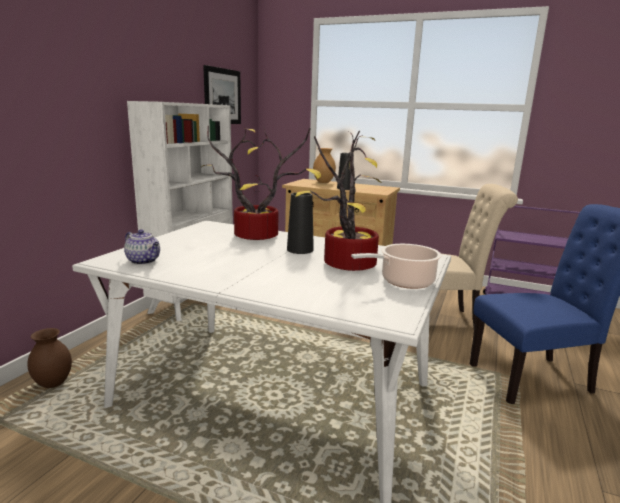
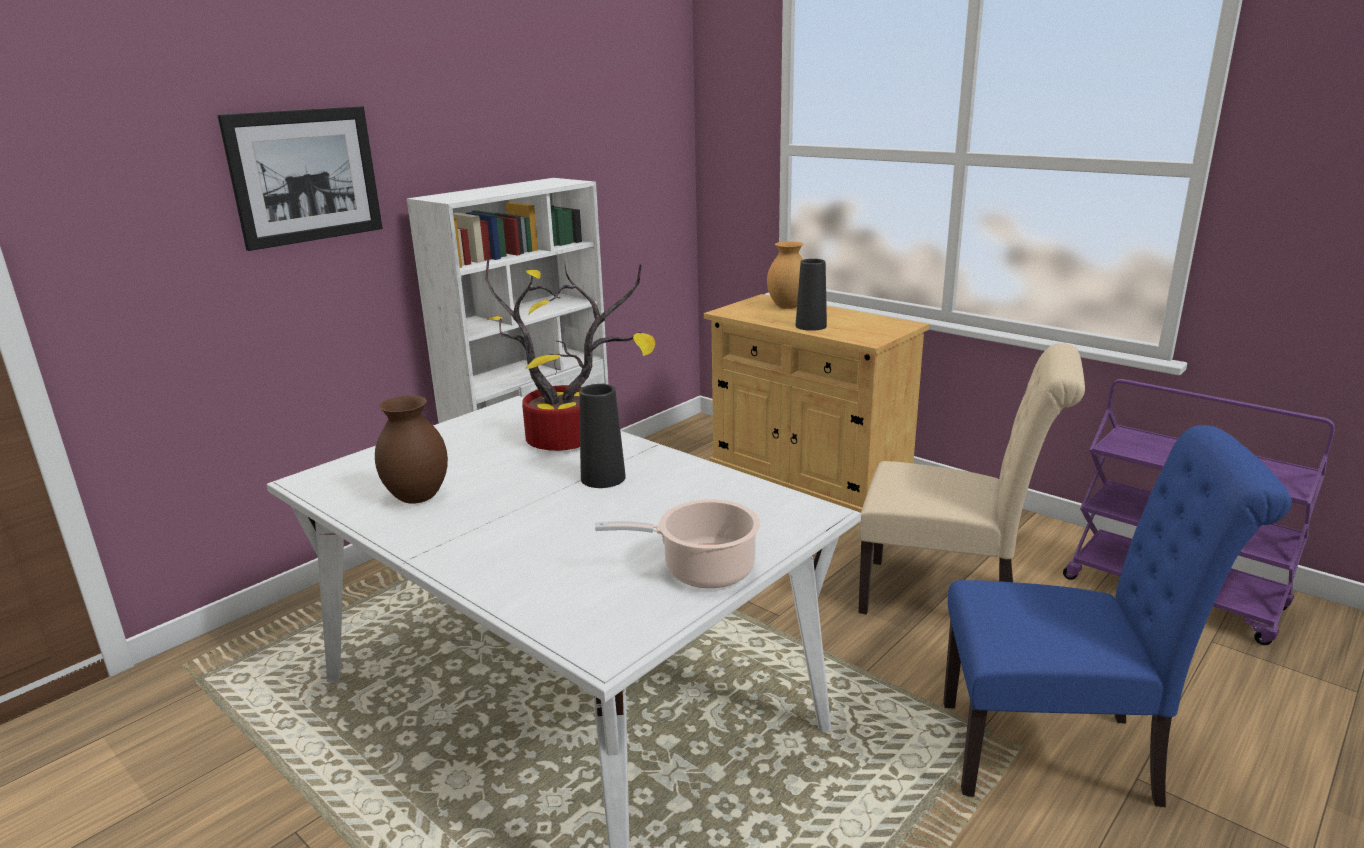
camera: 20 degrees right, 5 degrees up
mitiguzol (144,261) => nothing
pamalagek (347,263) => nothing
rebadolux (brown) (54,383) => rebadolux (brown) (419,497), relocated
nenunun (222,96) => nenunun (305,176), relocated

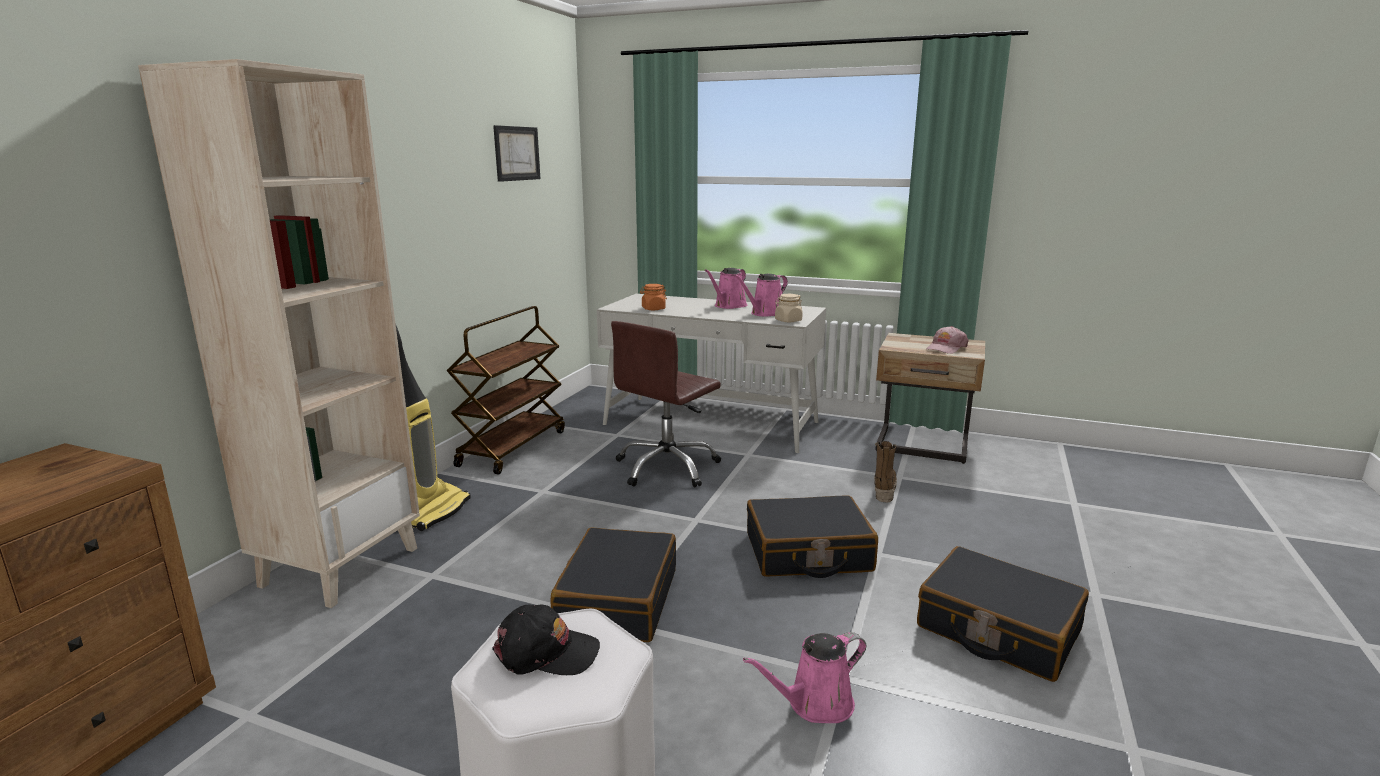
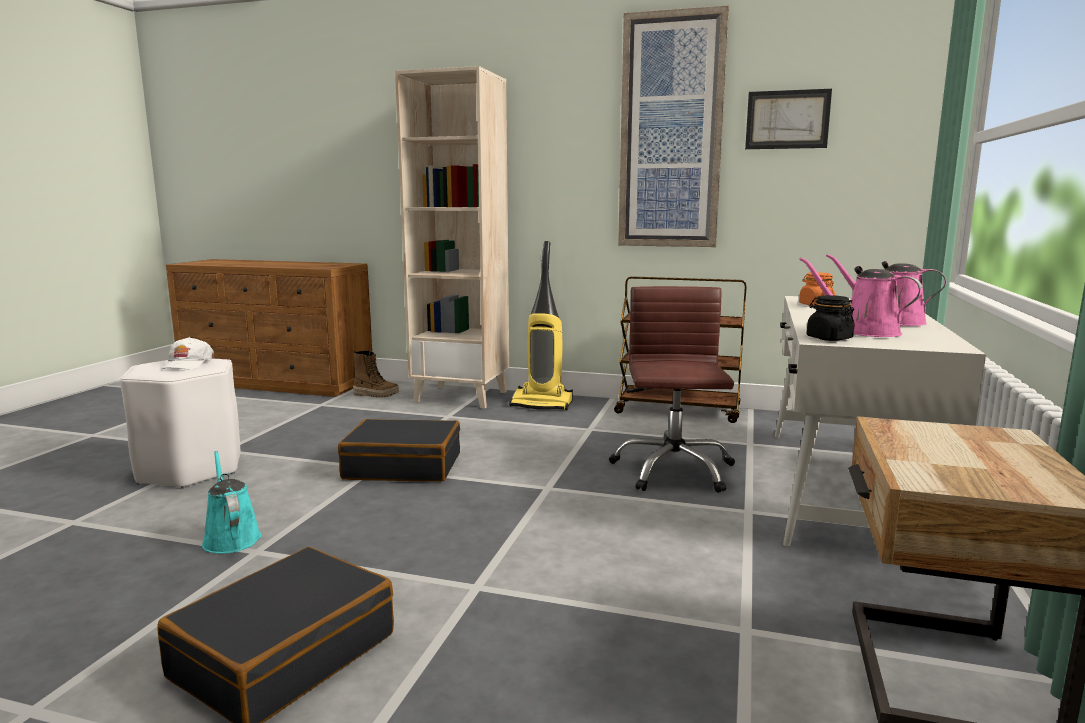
camera: 85 degrees right, 5 degrees down
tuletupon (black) (808,553) => nothing
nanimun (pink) (946,348) => nothing
nothing => nenunun (671,132)
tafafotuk (883,489) => tafafotuk (376,395), relocated
nanimun (black) (546,652) => nanimun (white) (187,364)
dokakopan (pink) (815,704) => dokakopan (turquoise) (231,538)
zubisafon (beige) (788,321) => zubisafon (black) (828,338)
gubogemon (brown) (667,468) => gubogemon (brown) (672,470), 60 degrees clockwise

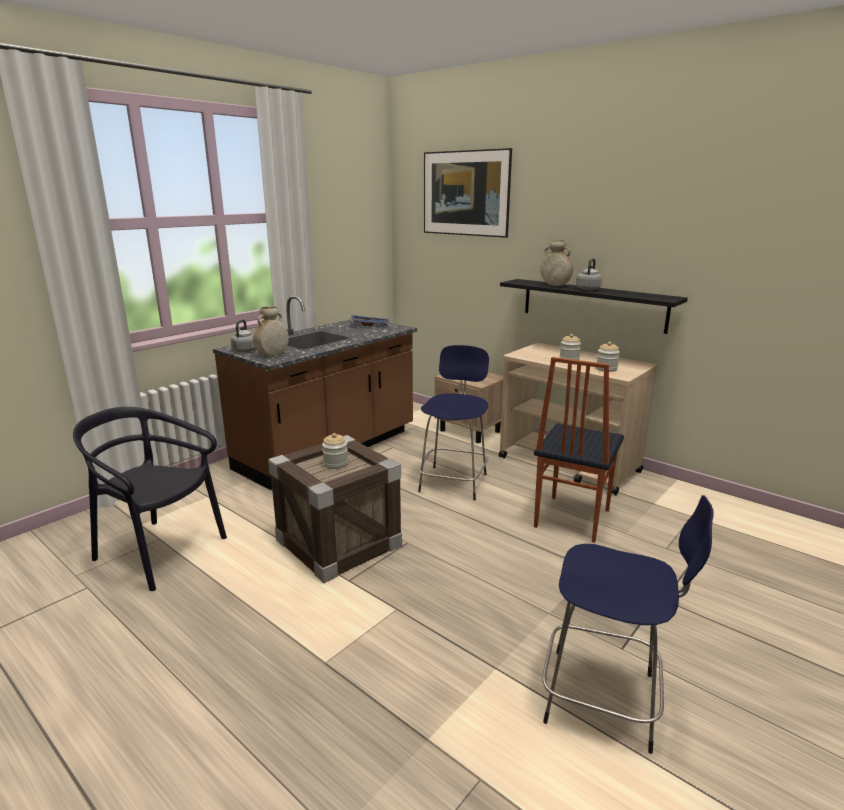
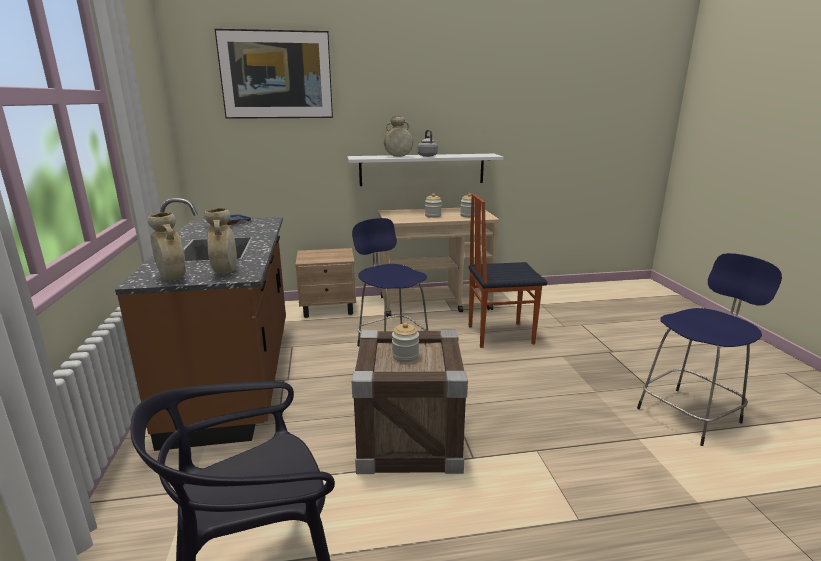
camera: 50 degrees left, 0 degrees up
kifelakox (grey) (244,351) => rebadolux (beige) (173,279)
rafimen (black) (592,304) => rafimen (white) (422,169)
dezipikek (570,518) => dezipikek (499,334), 105 degrees clockwise

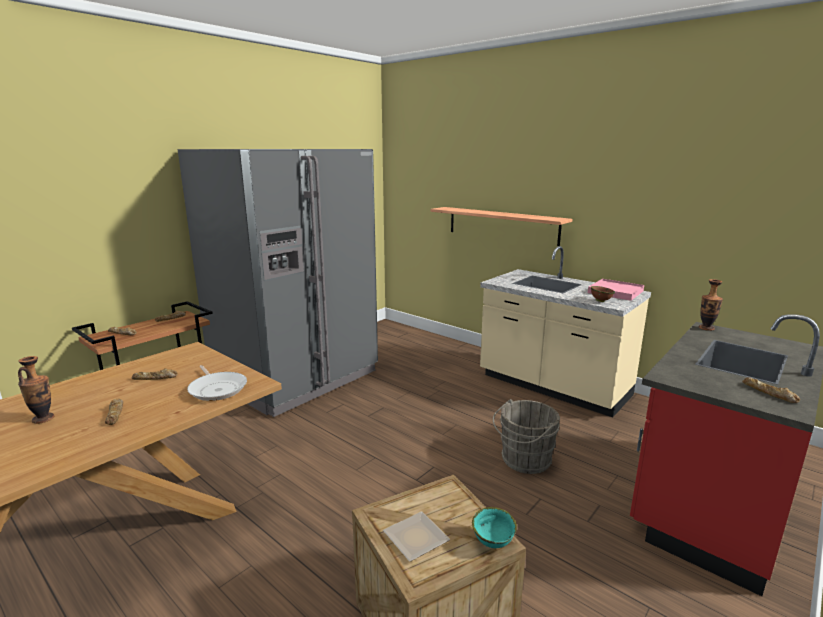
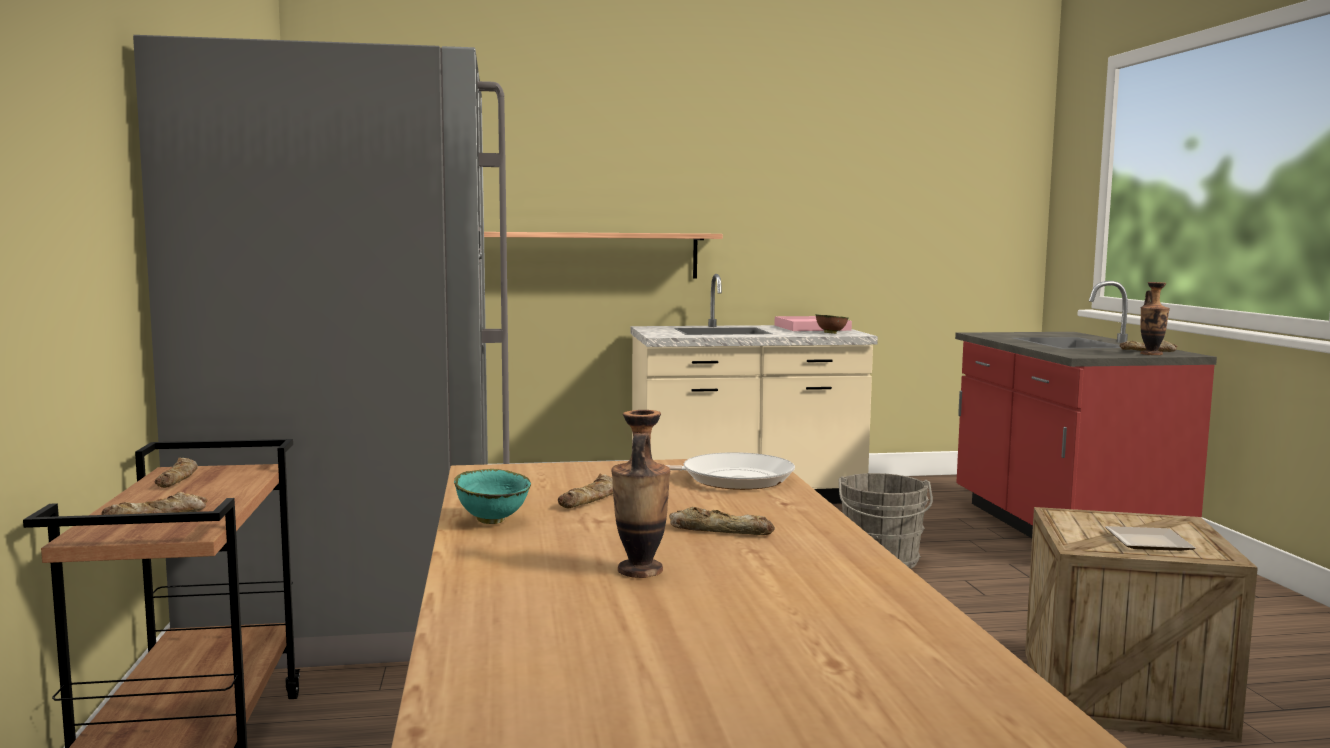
camera: 50 degrees left, 10 degrees down
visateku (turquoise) (493,542) => visateku (turquoise) (493,520), relocated
rebadolux (706,328) => rebadolux (1151,354), relocated

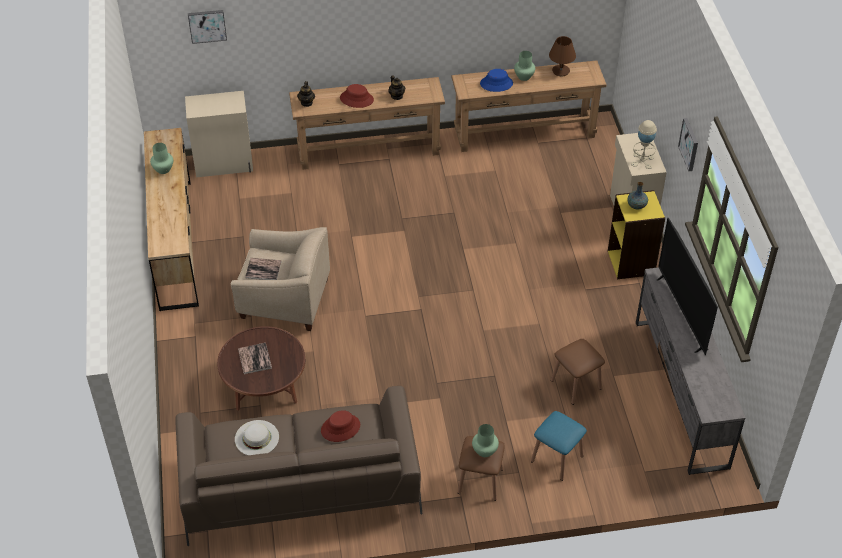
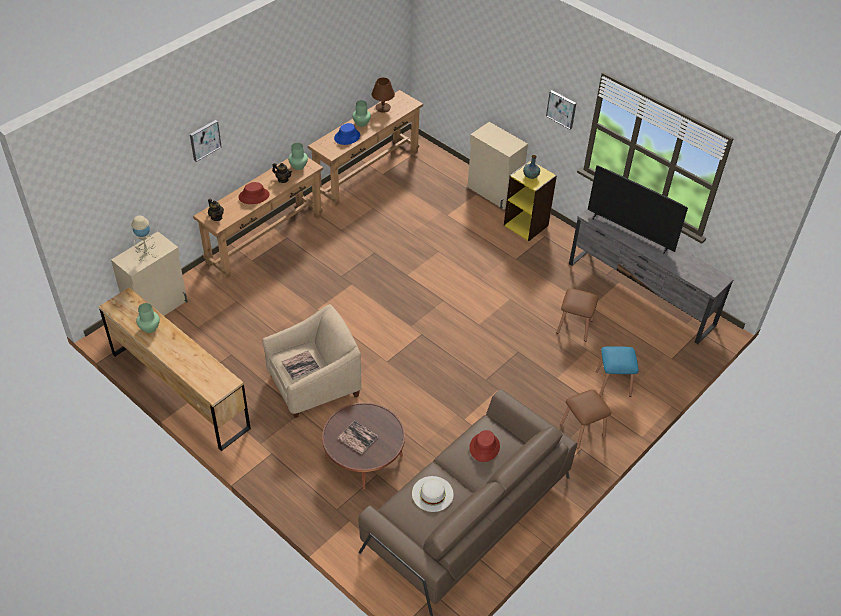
camera: 40 degrees left, 0 degrees up
nenunun (207,25) => nenunun (204,140), relocated
rebadolux (green) (484,450) => rebadolux (green) (298,166), relocated
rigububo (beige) (642,160) => rigububo (beige) (146,252), relocated

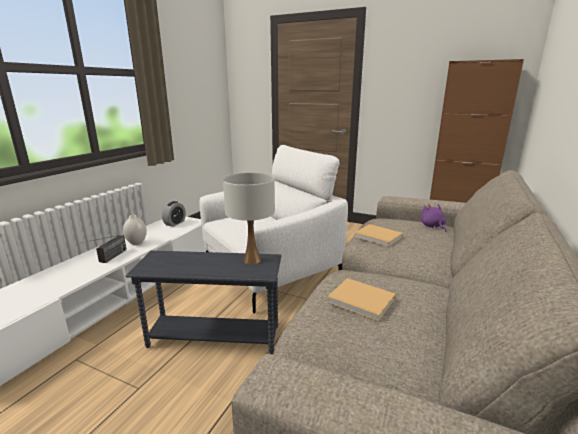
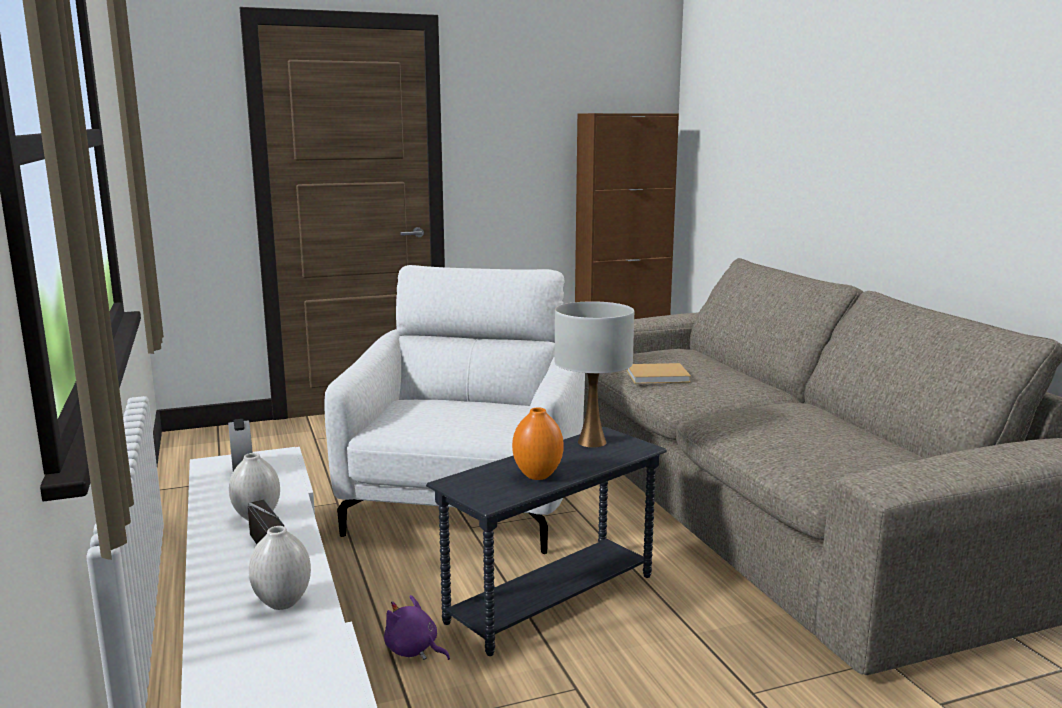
camera: 45 degrees left, 5 degrees down
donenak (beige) (363,301) => nothing
nothing => rebadolux (white) (283,603)
nothing => rebadolux (orange) (537,475)
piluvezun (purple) (432,226) => piluvezun (purple) (414,650), relocated

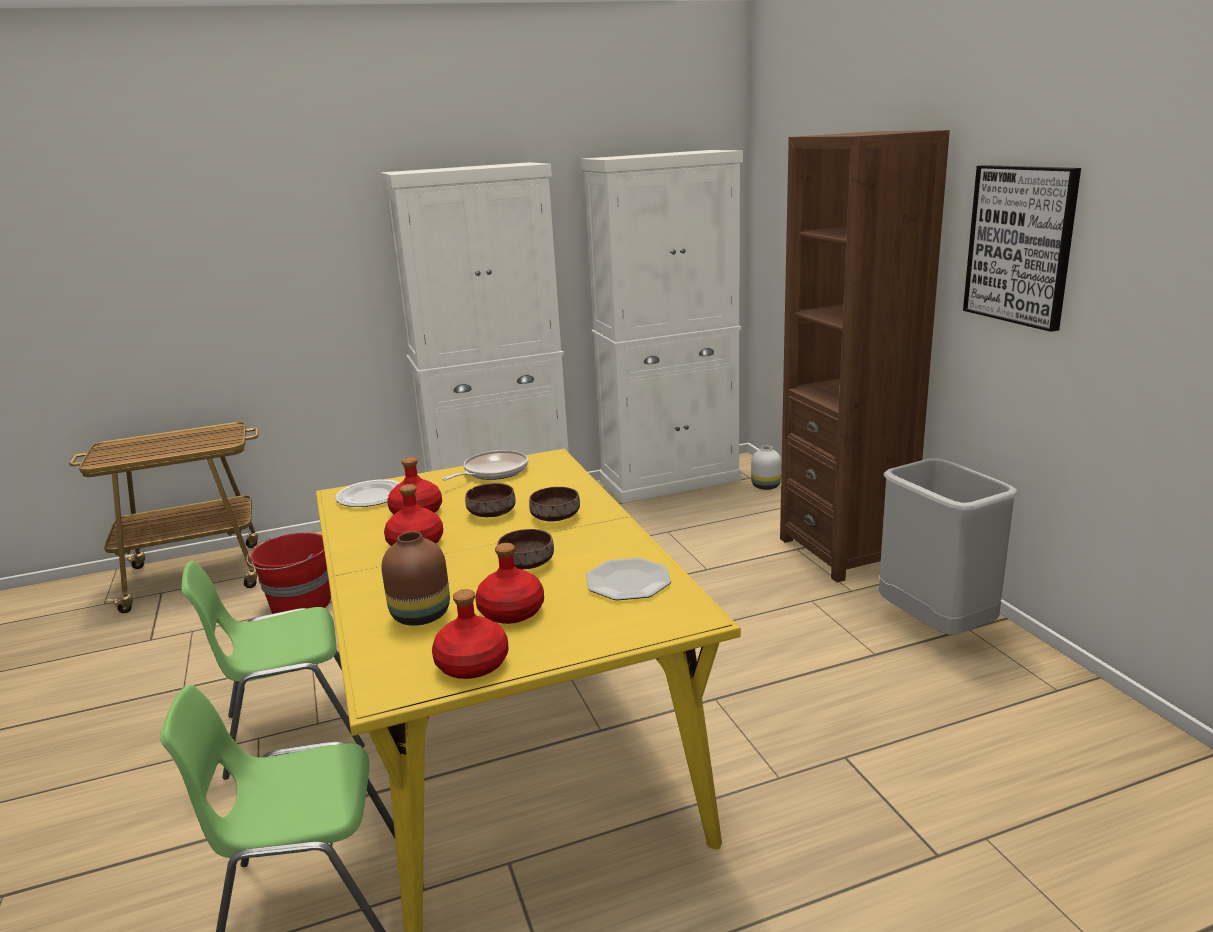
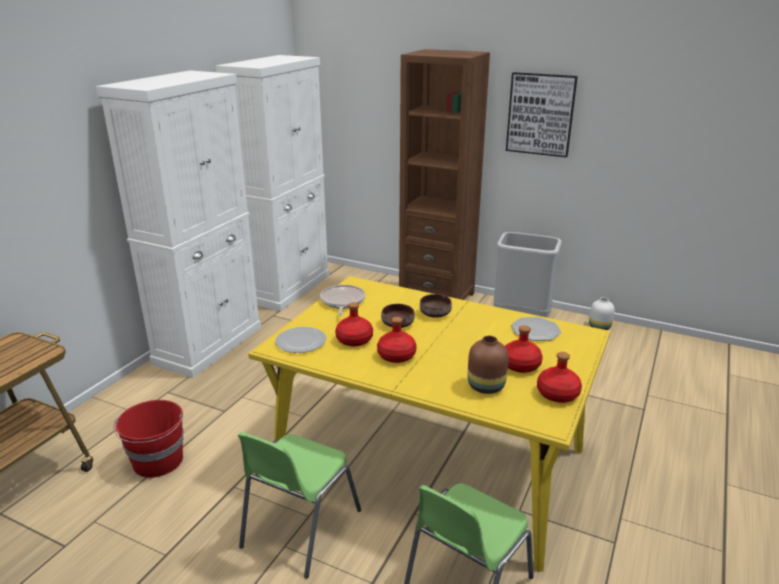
camera: 45 degrees left, 5 degrees up
visateku (brown) (526,563) => nothing
rebadolux (white) (766,486) => rebadolux (white) (599,327), relocated

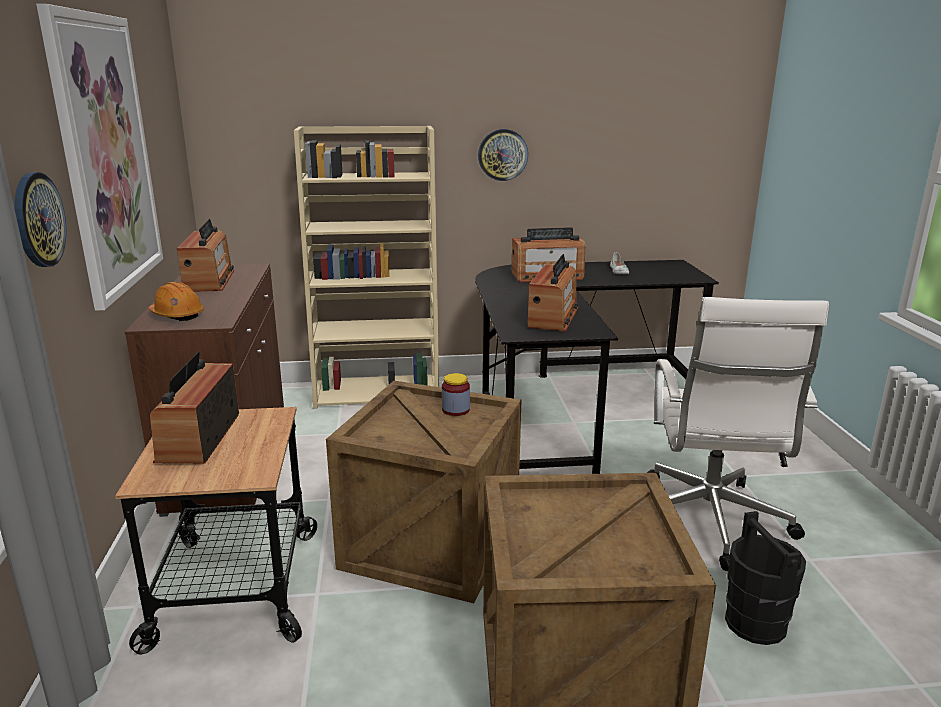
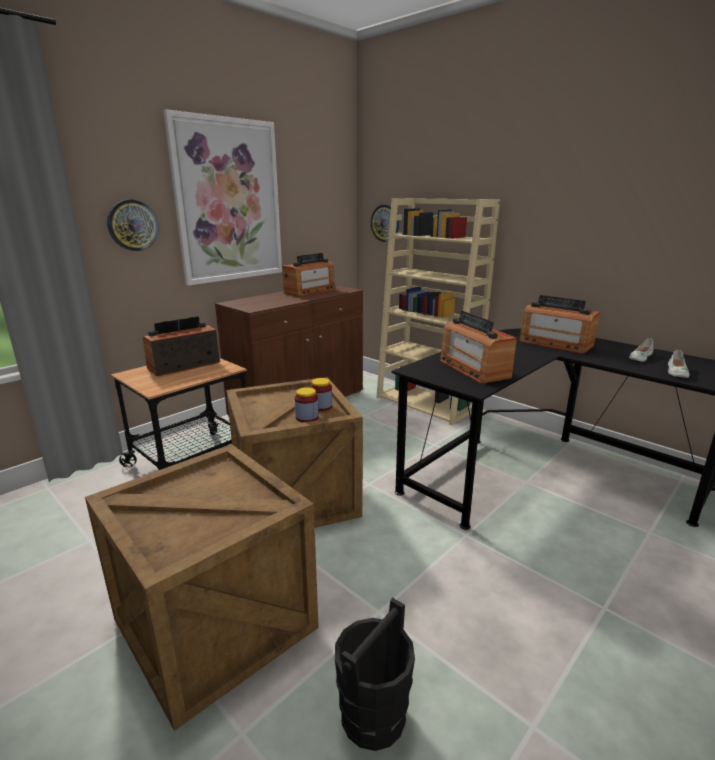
camera: 50 degrees right, 0 degrees up
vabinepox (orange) (177,315) => nothing
gubogemon (white) (708,522) => nothing
nothing => zubisafon (307,417)
nothing => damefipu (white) (676,372)
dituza (502,155) => dituza (385,223), relocated
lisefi (553,317) => lisefi (473,369), 90 degrees clockwise

